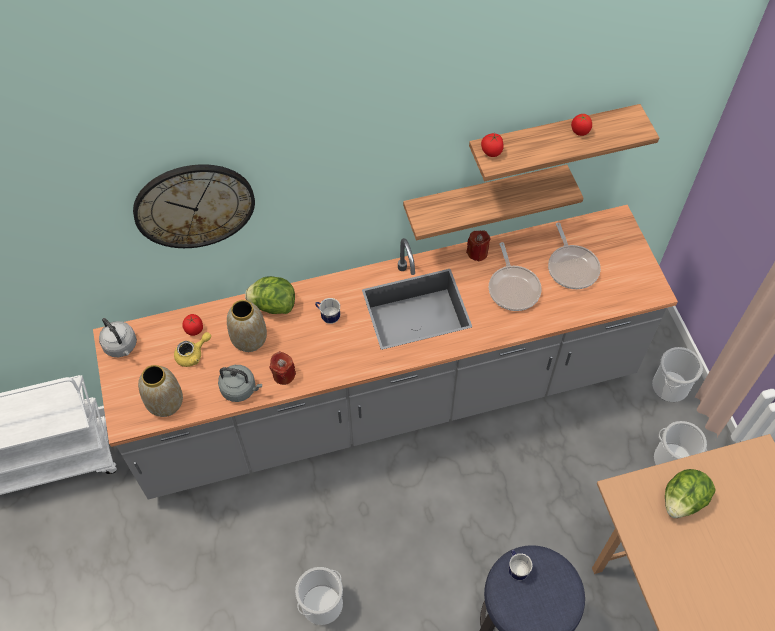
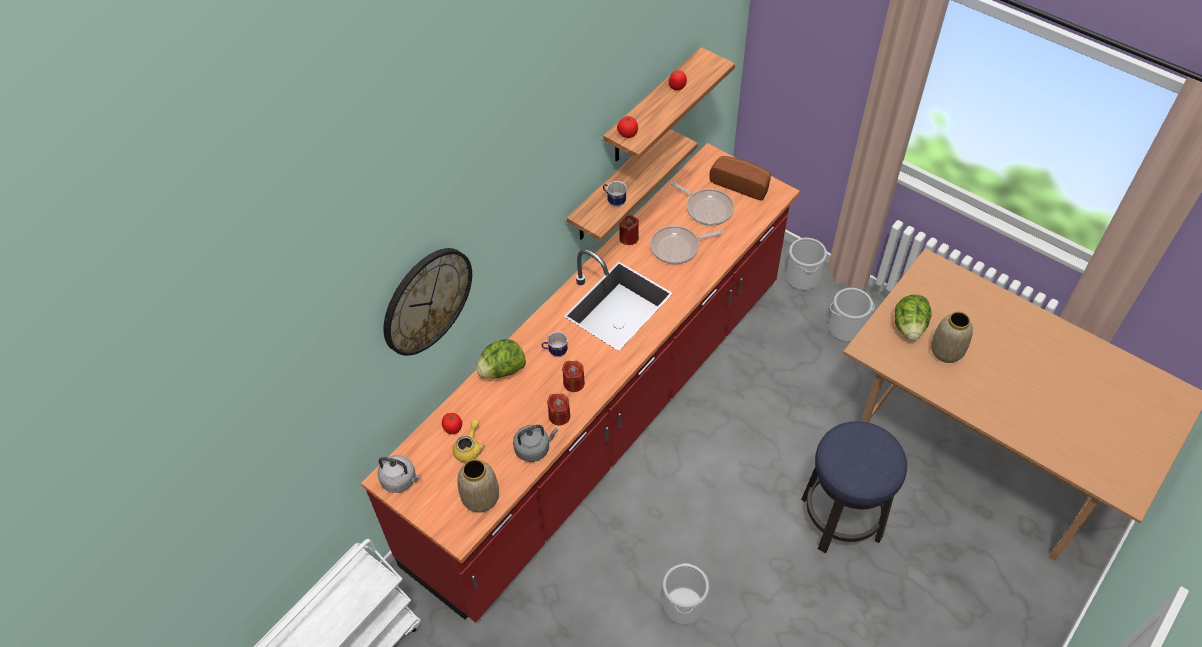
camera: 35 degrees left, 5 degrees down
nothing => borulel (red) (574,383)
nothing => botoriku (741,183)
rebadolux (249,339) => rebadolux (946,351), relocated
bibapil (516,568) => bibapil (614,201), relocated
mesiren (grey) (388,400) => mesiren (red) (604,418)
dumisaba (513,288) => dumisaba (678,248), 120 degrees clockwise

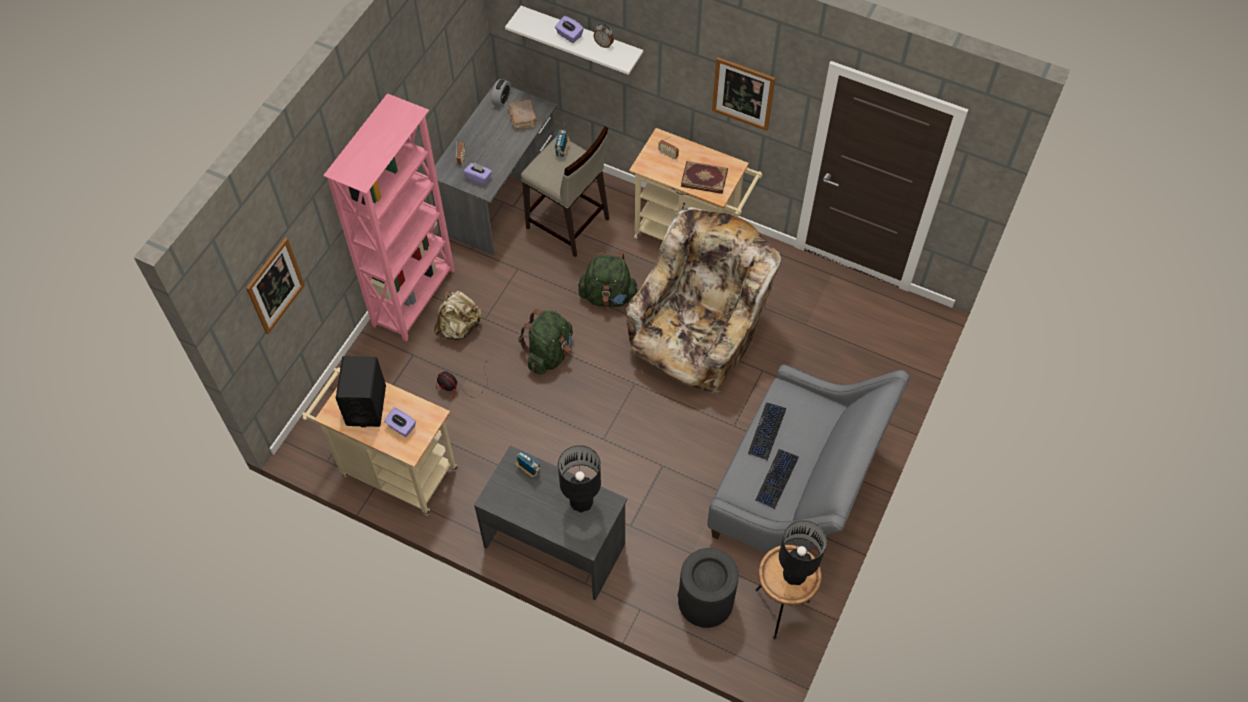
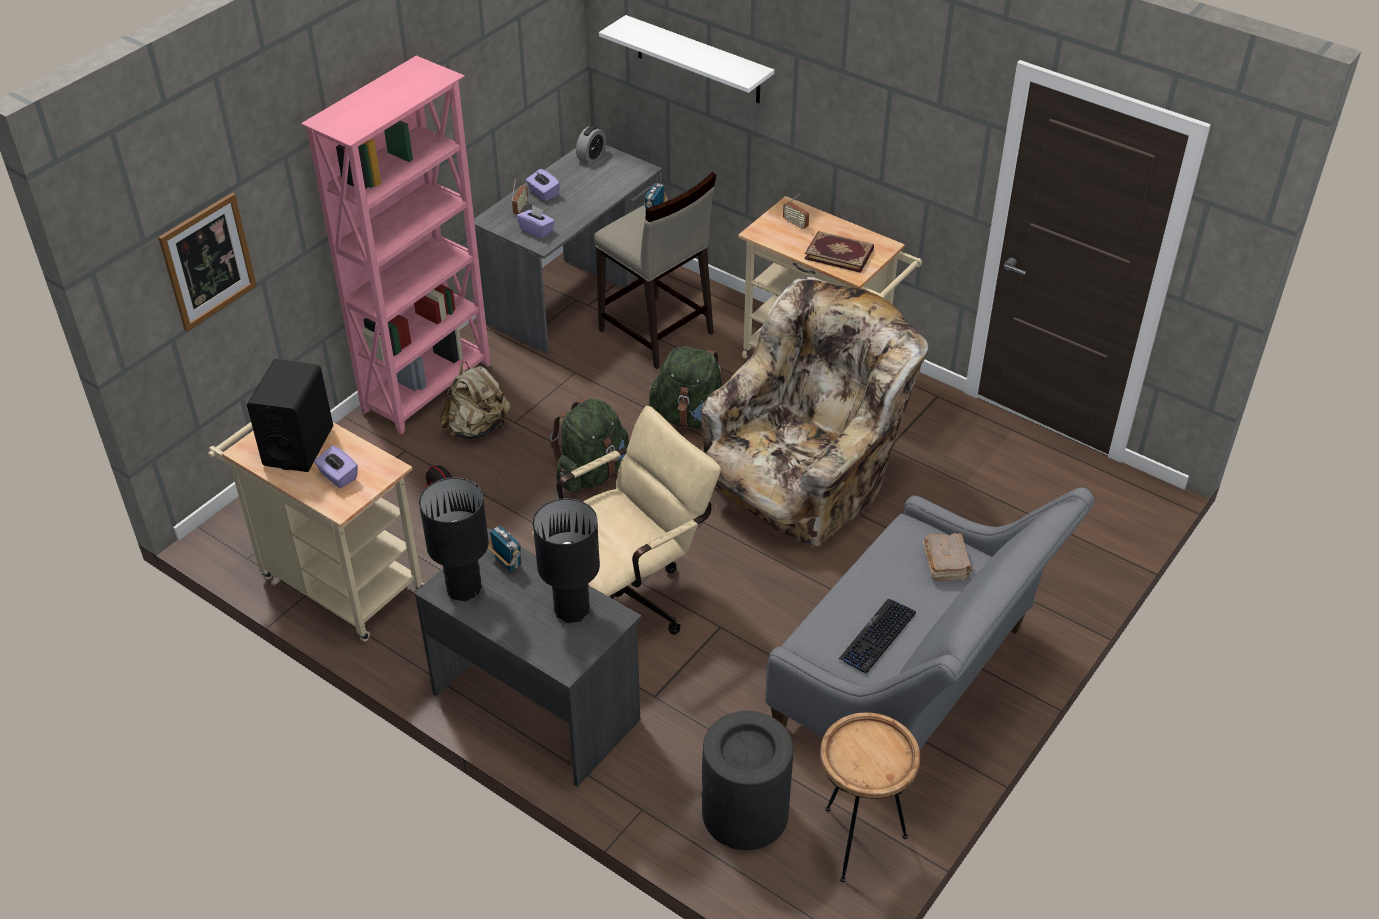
camera: 10 degrees right, 15 degrees down
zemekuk (604,44) => nothing
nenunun (743,93) => nothing
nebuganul (767,431) => nothing
nothing => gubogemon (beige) (629,597)
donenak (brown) (523,118) => donenak (brown) (946,563), relocated
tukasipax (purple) (569,35) => tukasipax (purple) (543,193), relocated
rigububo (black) (794,575) => rigububo (black) (464,589), relocated

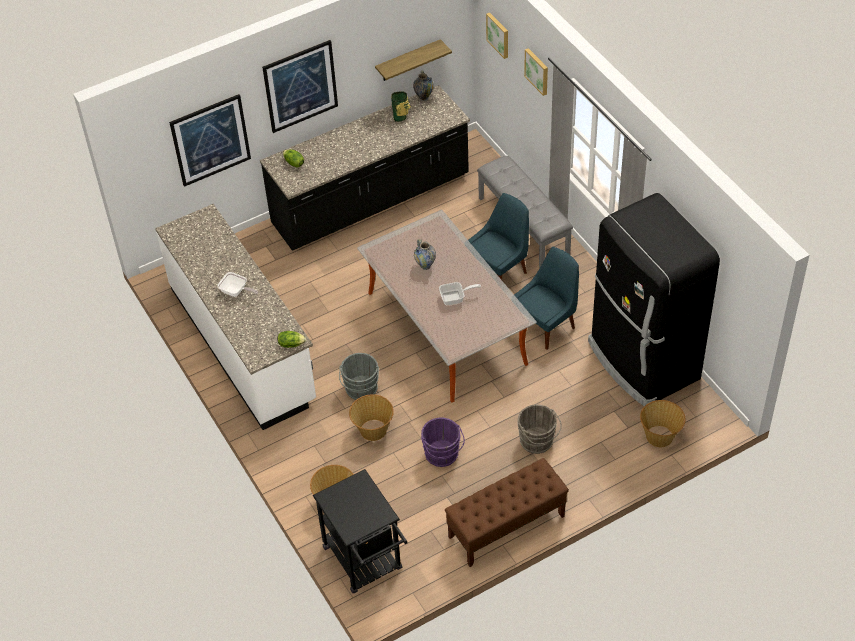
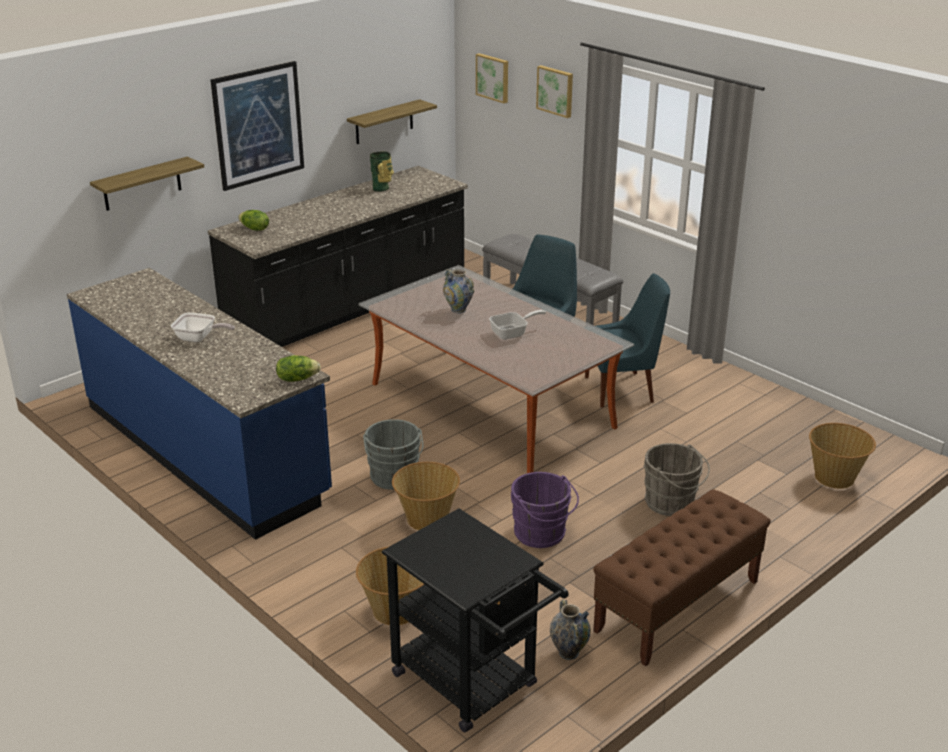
camera: 15 degrees left, 20 degrees down
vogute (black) (642,361) => nothing
rebadolux (424,97) => rebadolux (568,652), relocated
nenunun (210,140) => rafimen (142,184)
mesiren (white) (243,344) => mesiren (blue) (205,450)
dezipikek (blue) (546,325) => dezipikek (blue) (622,389), 45 degrees clockwise

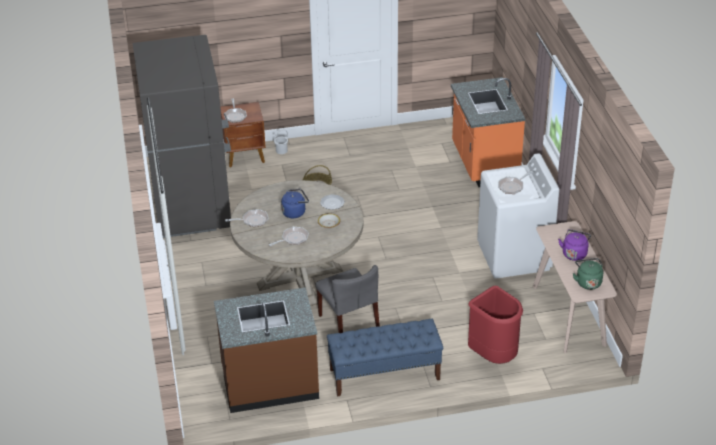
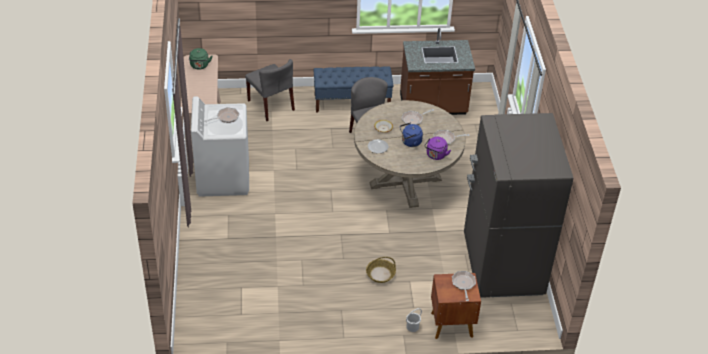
camera: 175 degrees left, 5 degrees up
mesiren (orange) (483,163) => nothing
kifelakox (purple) (574,253) => kifelakox (purple) (436,155), relocated
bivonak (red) (493,355) => dezipikek (grey) (271,105)

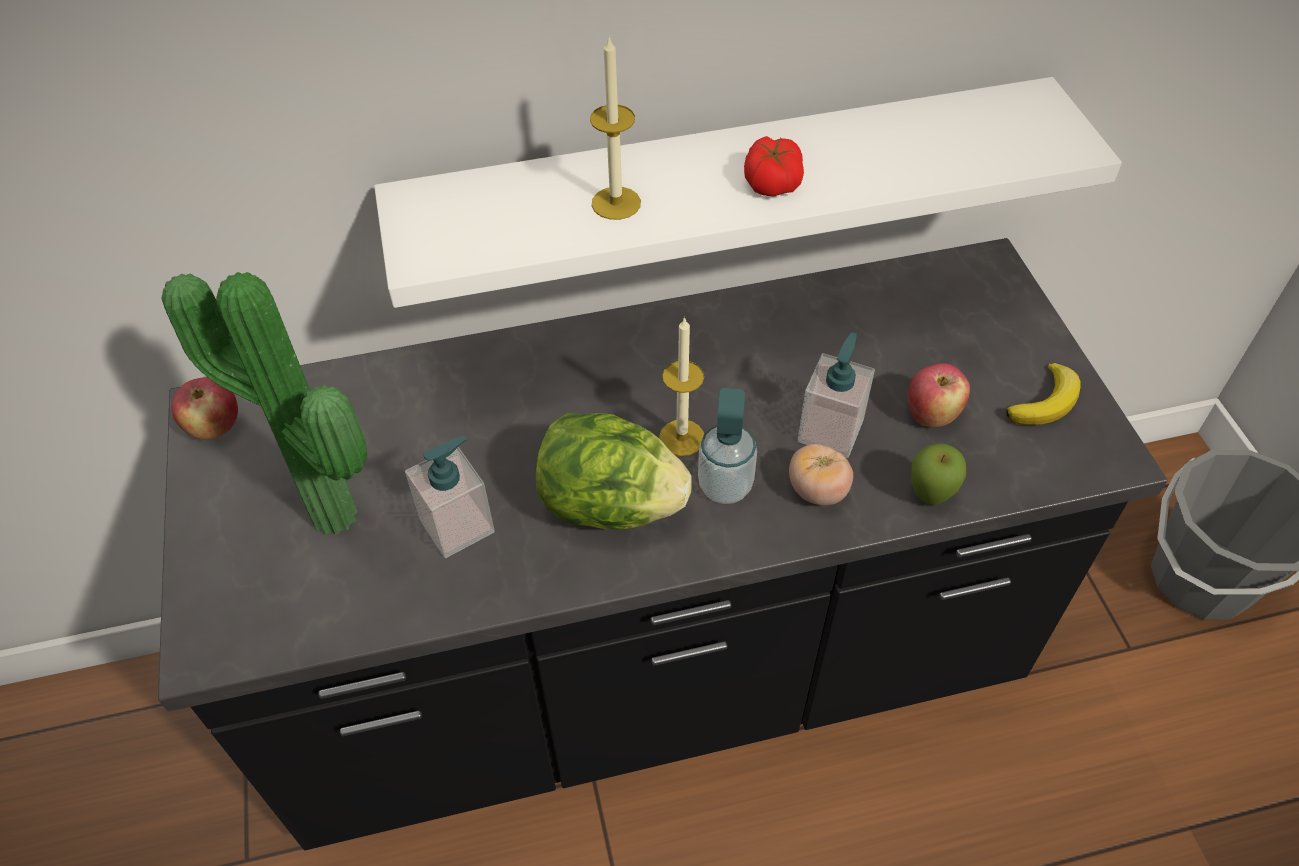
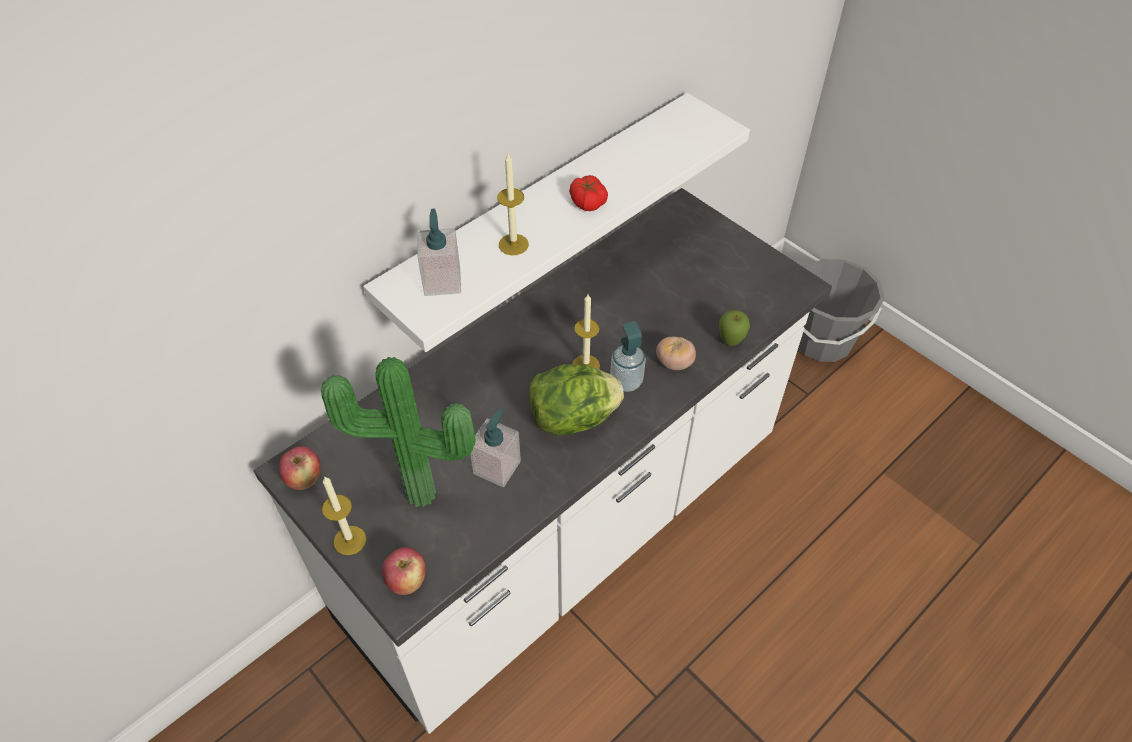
camera: 30 degrees left, 0 degrees up
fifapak (1045,401) => nothing
nothing => borulel (350,540)
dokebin (830,430) => dokebin (442,281), relocated
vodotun (931,415) => vodotun (407,581), relocated
mesiren (black) (653,674) => mesiren (white) (566,531)

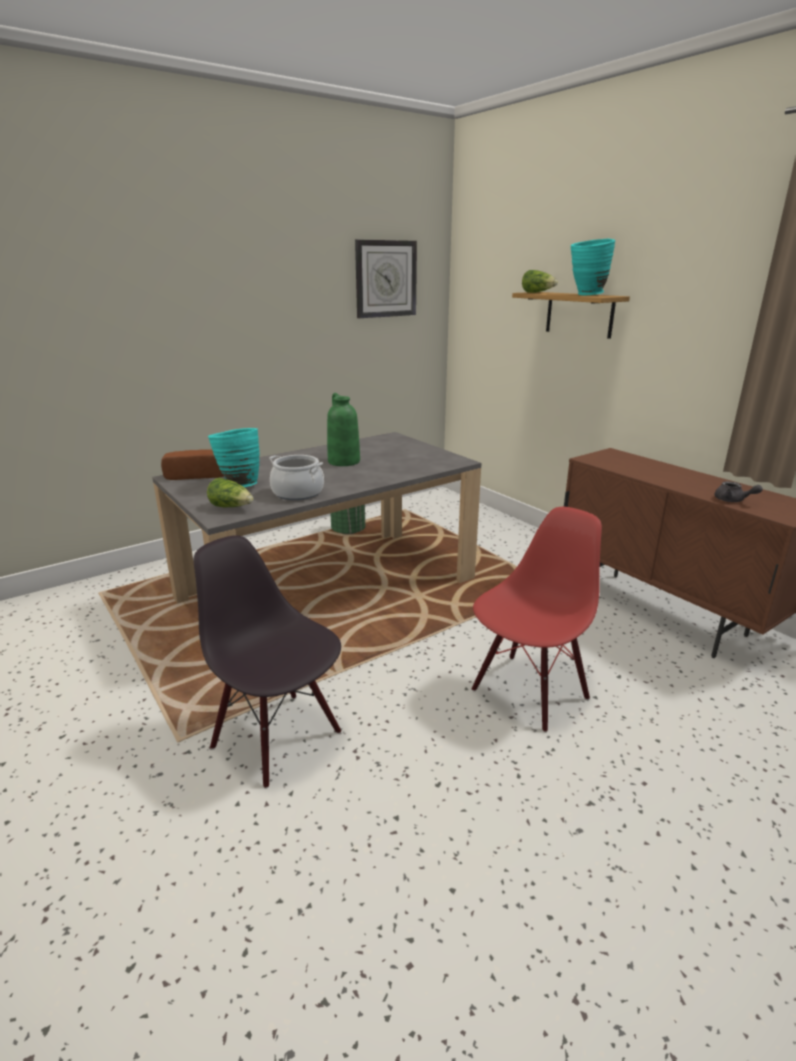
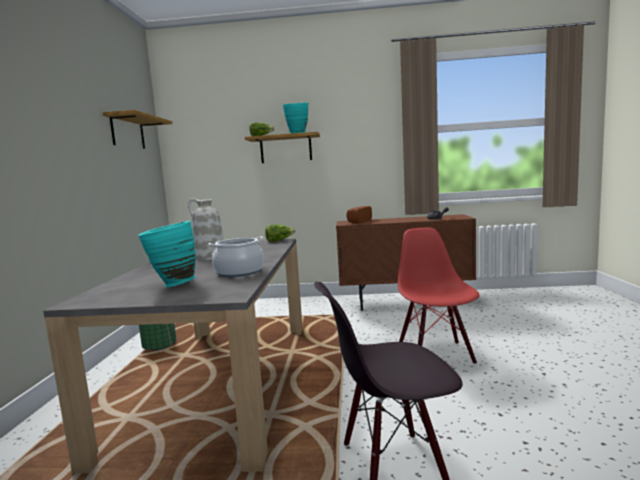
camera: 50 degrees left, 15 degrees down
botoriku (197,475) => botoriku (358,221), relocated
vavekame (231,507) => vavekame (279,240), relocated
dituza (385,279) => rafimen (128,132)
rebadolux (green) (343,461) => rebadolux (white) (209,257)

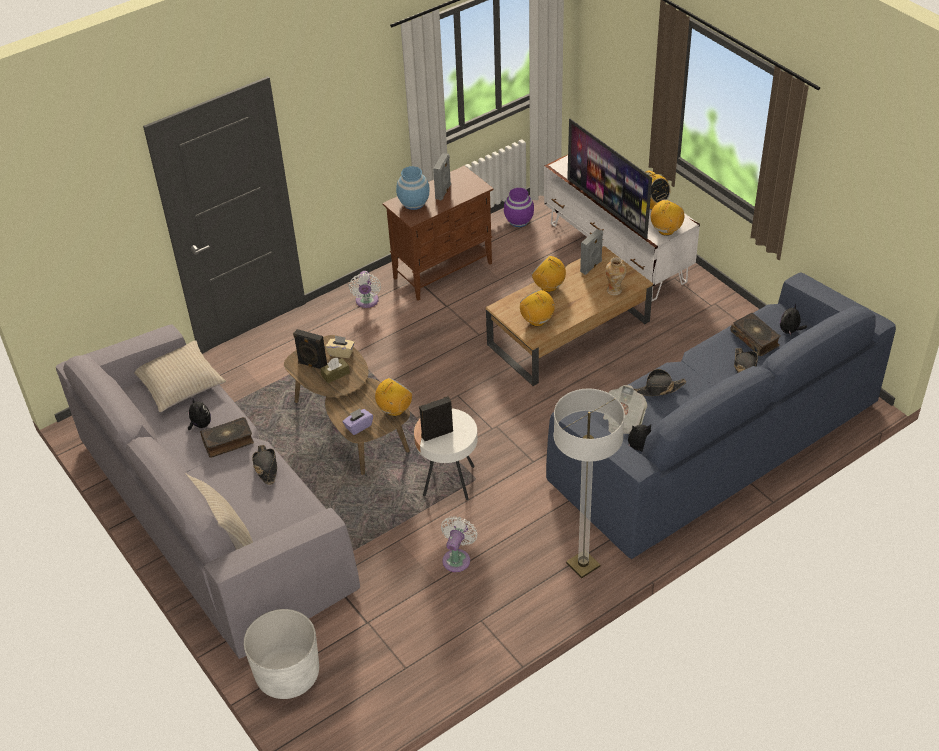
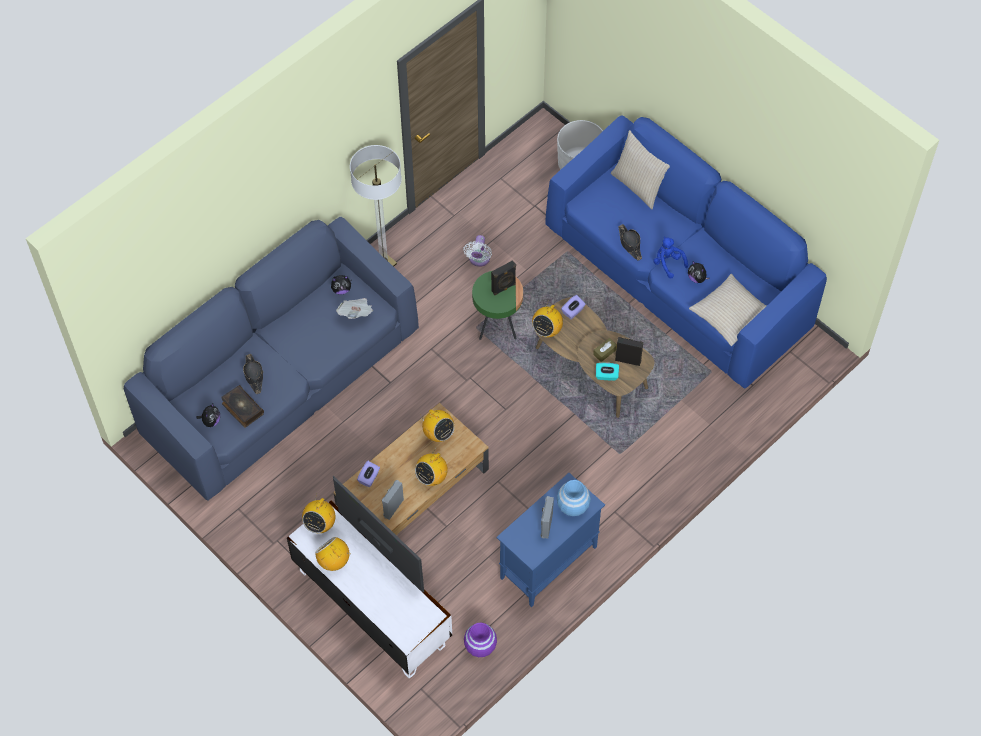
camera: 170 degrees right, 15 degrees up
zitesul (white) (367,302) => nothing
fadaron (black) (659,389) => nothing
donenak (228,441) => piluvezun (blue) (668,263)
rebadolux (614,290) => tukasipax (purple) (369,478)
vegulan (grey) (213,514) => vegulan (blue) (677,276)
tukasipax (beige) (341,352) => tukasipax (turquoise) (606,375)
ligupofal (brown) (443,270) => ligupofal (blue) (548,563)
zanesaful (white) (448,481) => zanesaful (green) (497,324)
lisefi (549,287) => lisefi (432,477), 105 degrees clockwise

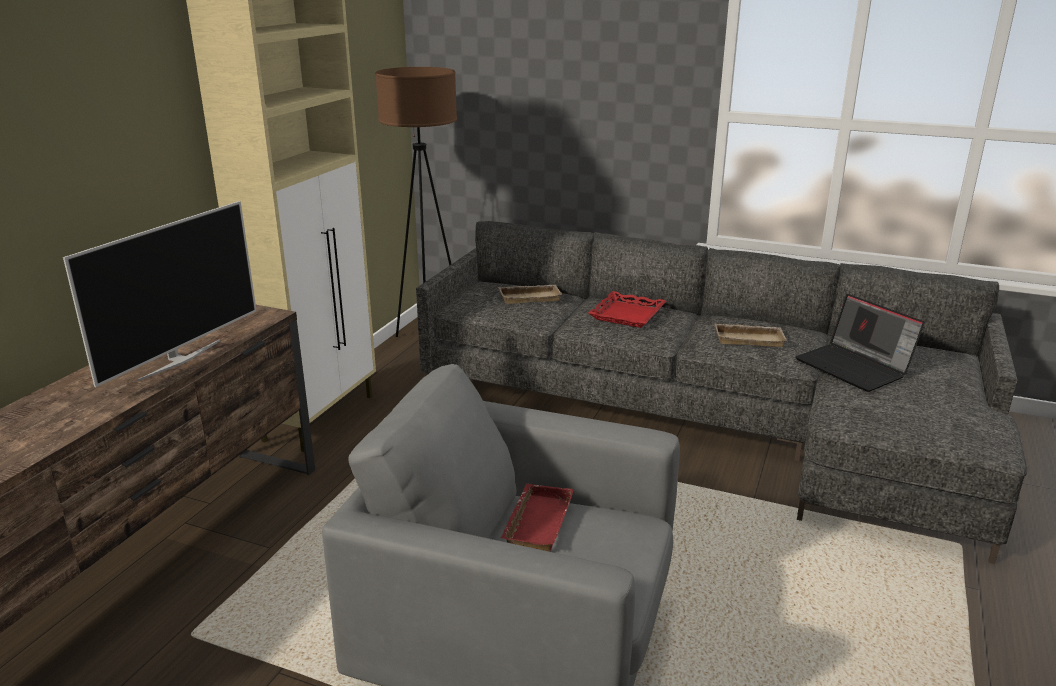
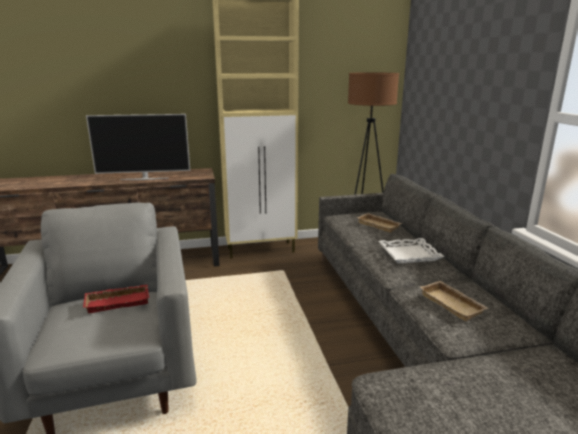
camera: 55 degrees right, 5 degrees down
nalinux (855,367) => nothing
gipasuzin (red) (628,315) => gipasuzin (white) (409,254)

